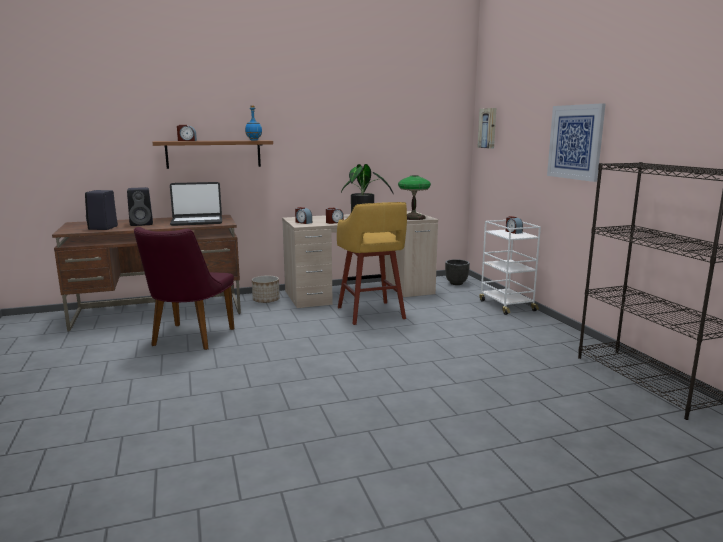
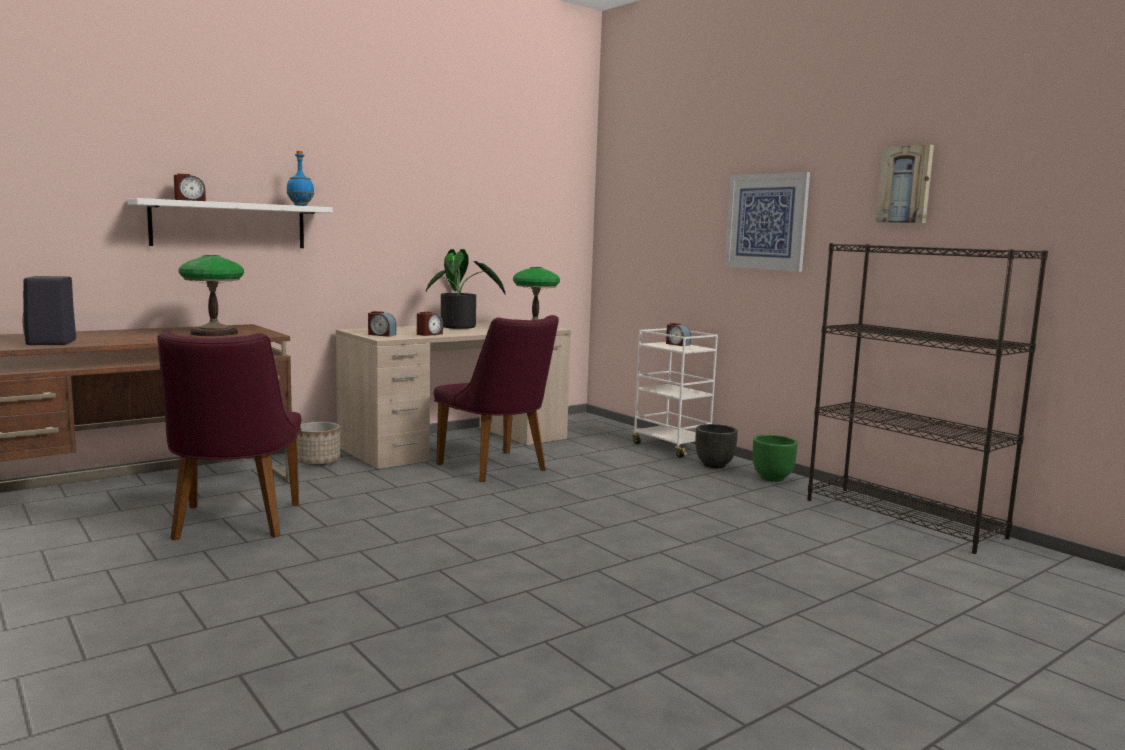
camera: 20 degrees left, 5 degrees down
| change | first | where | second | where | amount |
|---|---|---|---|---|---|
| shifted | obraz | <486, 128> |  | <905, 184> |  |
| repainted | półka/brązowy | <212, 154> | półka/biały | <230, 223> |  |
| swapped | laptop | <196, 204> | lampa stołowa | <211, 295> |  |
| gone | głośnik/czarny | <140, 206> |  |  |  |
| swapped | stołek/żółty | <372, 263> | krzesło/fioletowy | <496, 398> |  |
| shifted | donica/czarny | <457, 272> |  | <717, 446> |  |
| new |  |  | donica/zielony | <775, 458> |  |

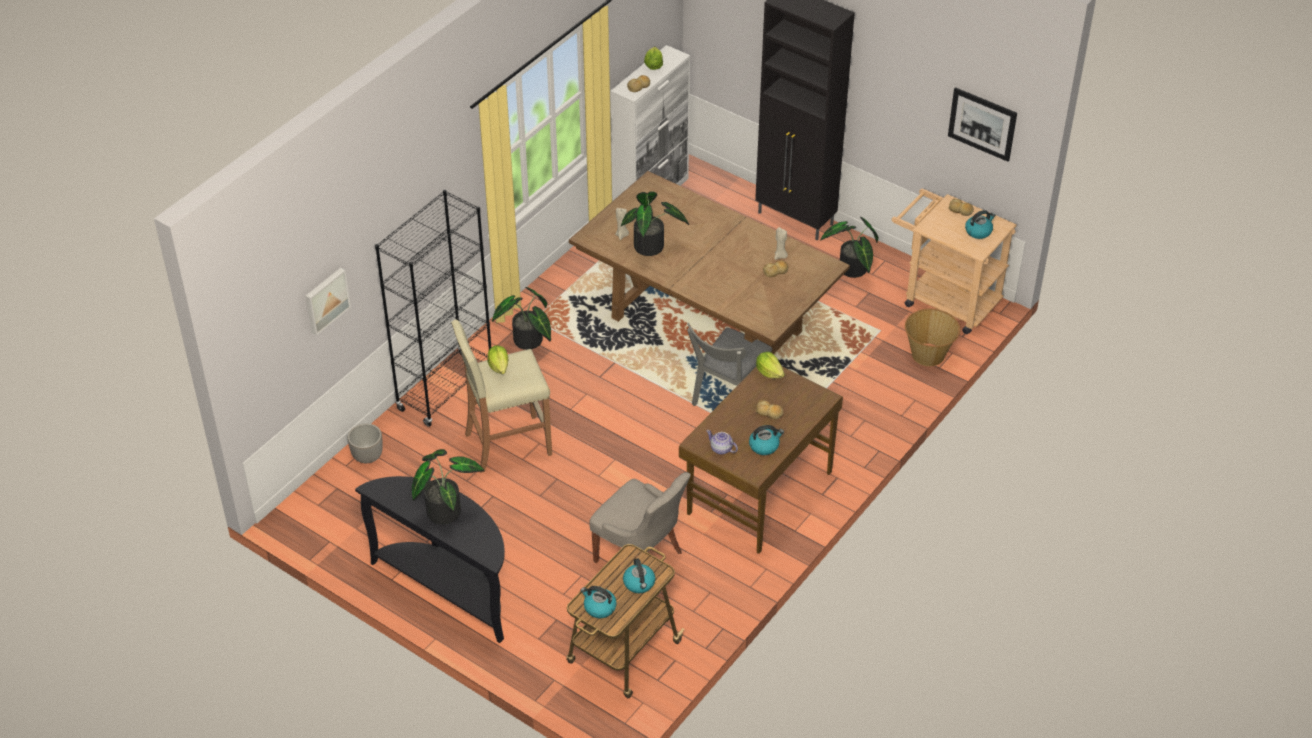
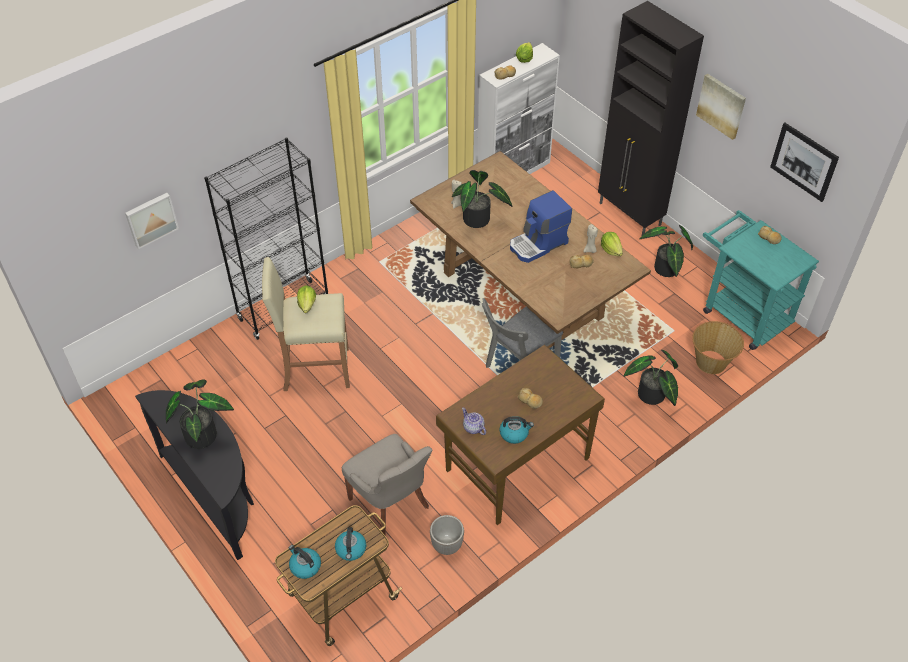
camera: 15 degrees right, 5 degrees up
| change | first | where | second | where | amount |
|---|---|---|---|---|---|
| repainted | wózek/beżowy | <954, 261> | wózek/turkusowy | <761, 280> |  |
| gone | czajnik | <980, 224> |  |  |  |
| shifted | roślina doniczkowa | <521, 318> |  | <650, 378> |  |
| shifted | sałata | <770, 365> |  | <612, 244> |  |
| shifted | donica | <365, 443> |  | <447, 535> |  |
| new |  |  | obraz | <721, 107> |  |
| new |  |  | ekspres do kawy | <541, 226> |  |

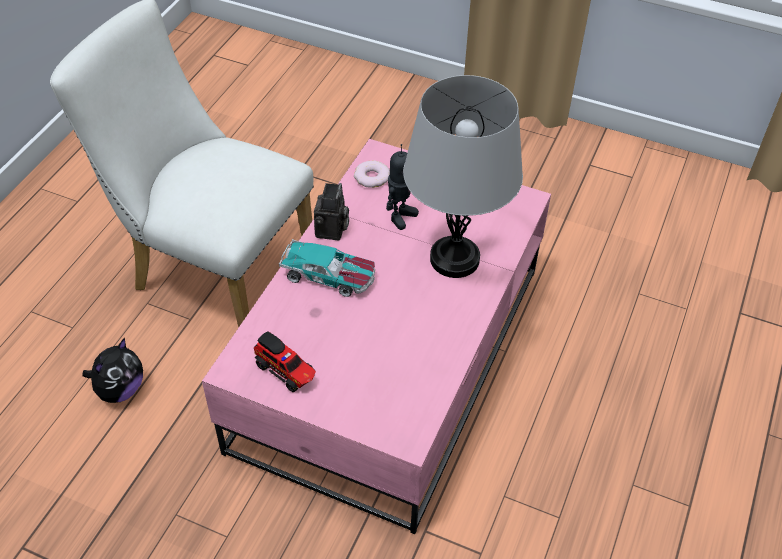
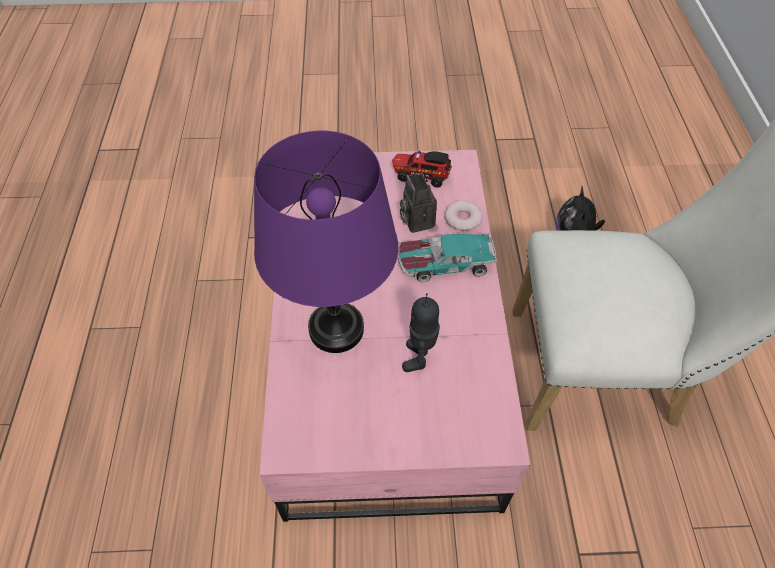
camera: 155 degrees right, 5 degrees up
| change | first | where | second | where | amount |
|---|---|---|---|---|---|
| repainted | lampa stołowa/szary | <463, 176> | lampa stołowa/fioletowy | <326, 242> |  |
| shifted | donut | <372, 174> |  | <463, 215> |  |
| shifted | aparat fotograficzny | <331, 211> |  | <418, 203> |  |

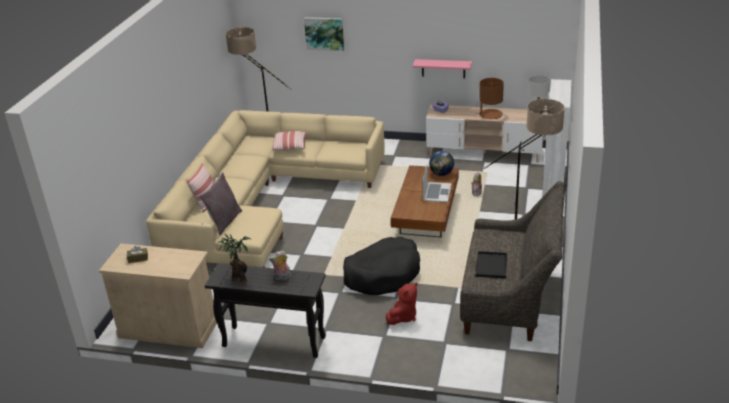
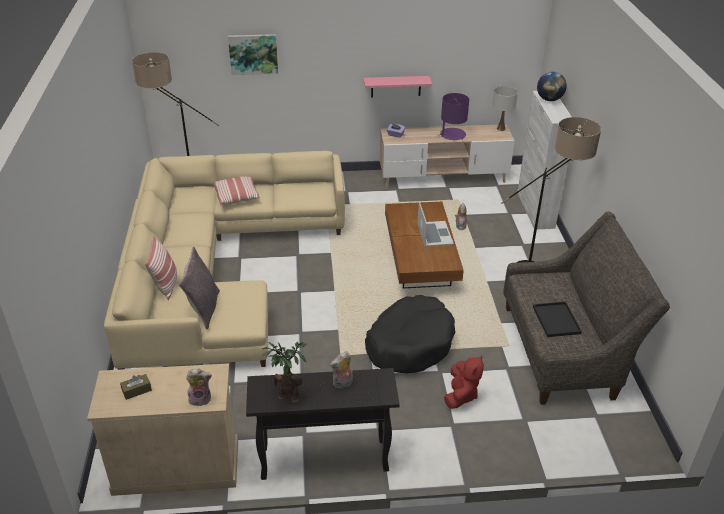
camera: 20 degrees left, 5 degrees up
| change | first | where | second | where | amount |
|---|---|---|---|---|---|
| repainted | lampa stołowa/brązowy | <490, 98> | lampa stołowa/fioletowy | <454, 116> |  |
| shifted | globus | <441, 163> |  | <552, 86> |  |
| new |  |  | pluszak | <199, 387> |  |

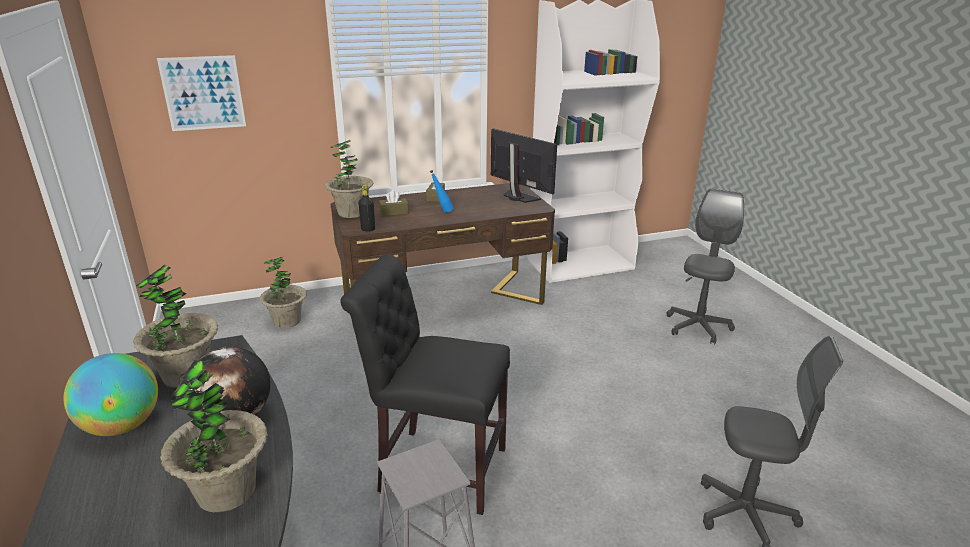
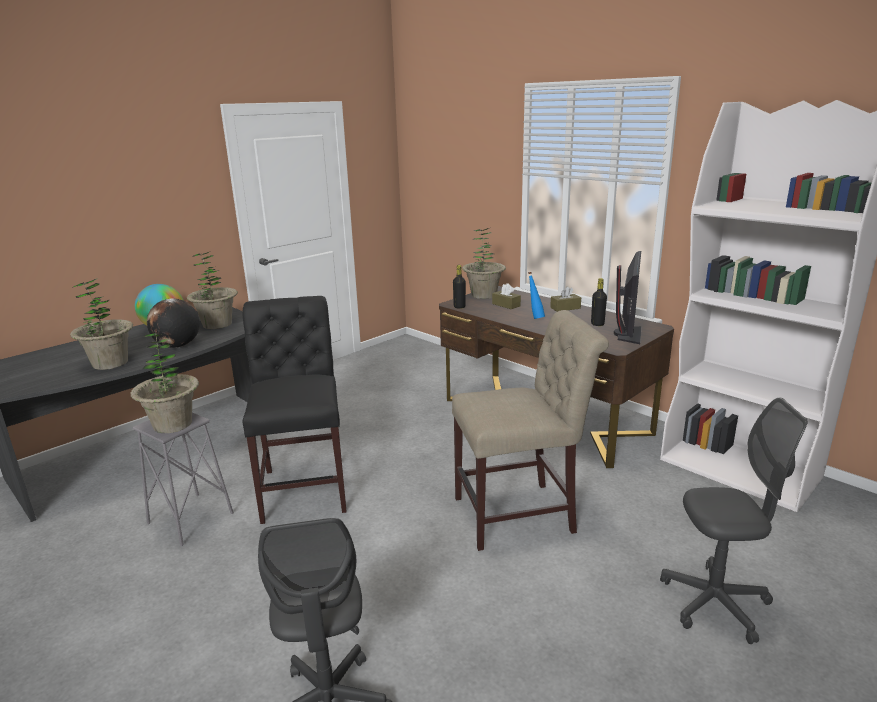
camera: 65 degrees right, 5 degrees down
| change | first | where | second | where | amount |
|---|---|---|---|---|---|
| gone | obraz | <201, 93> |  |  |  |
| shifted | roślina doniczkowa | <283, 292> |  | <165, 383> |  |
| new |  |  | butelka/czarny | <599, 302> |  |
| new |  |  | krzesło/beżowy | <530, 430> |  |

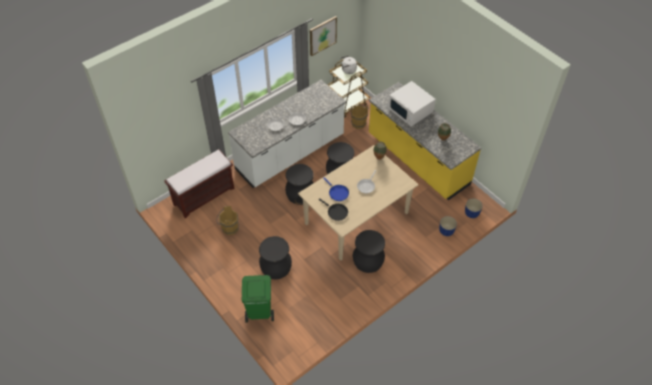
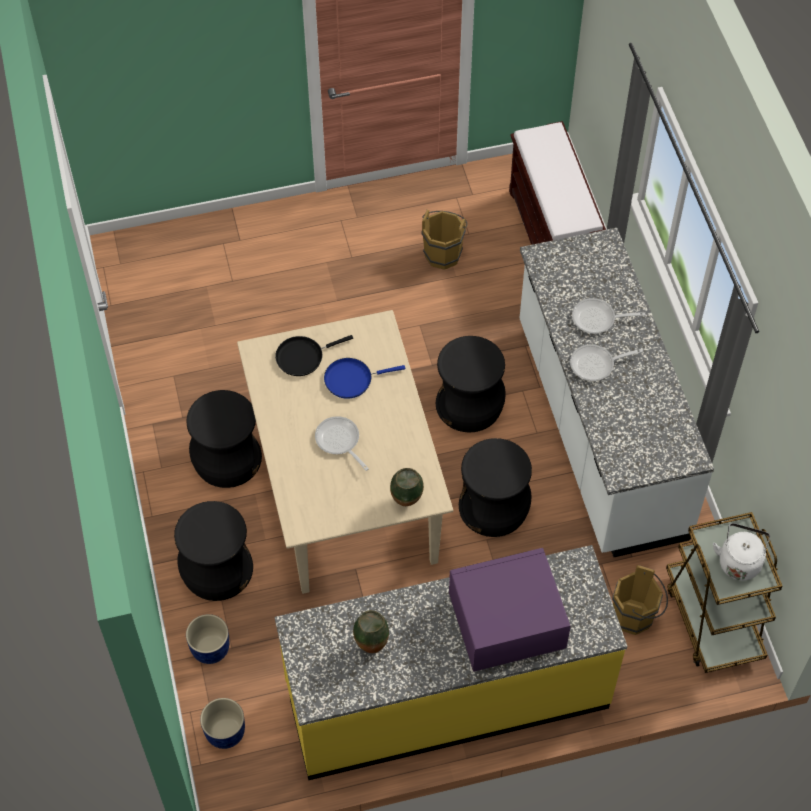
camera: 115 degrees right, 5 degrees up
| change | first | where | second | where | amount |
|---|---|---|---|---|---|
| gone | obraz | <323, 36> |  |  |  |
| repainted | mikrofalówka/biały | <412, 104> | mikrofalówka/fioletowy | <510, 609> |  |
| shifted | stołek/czarny | <275, 257> |  | <213, 551> |  |
| gone | kosz na śmieci/zielony | <258, 298> |  |  |  |

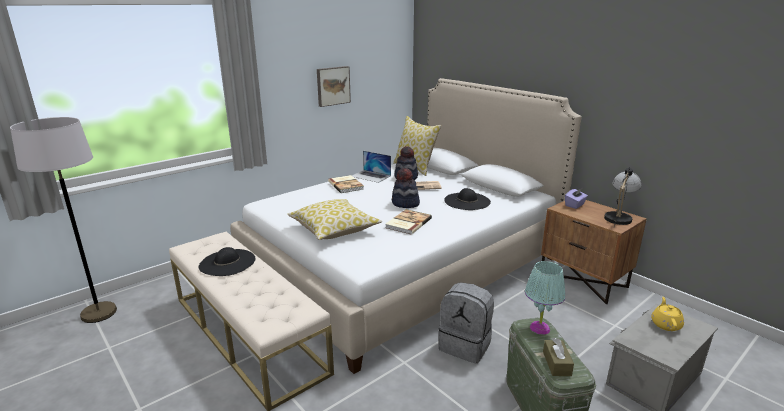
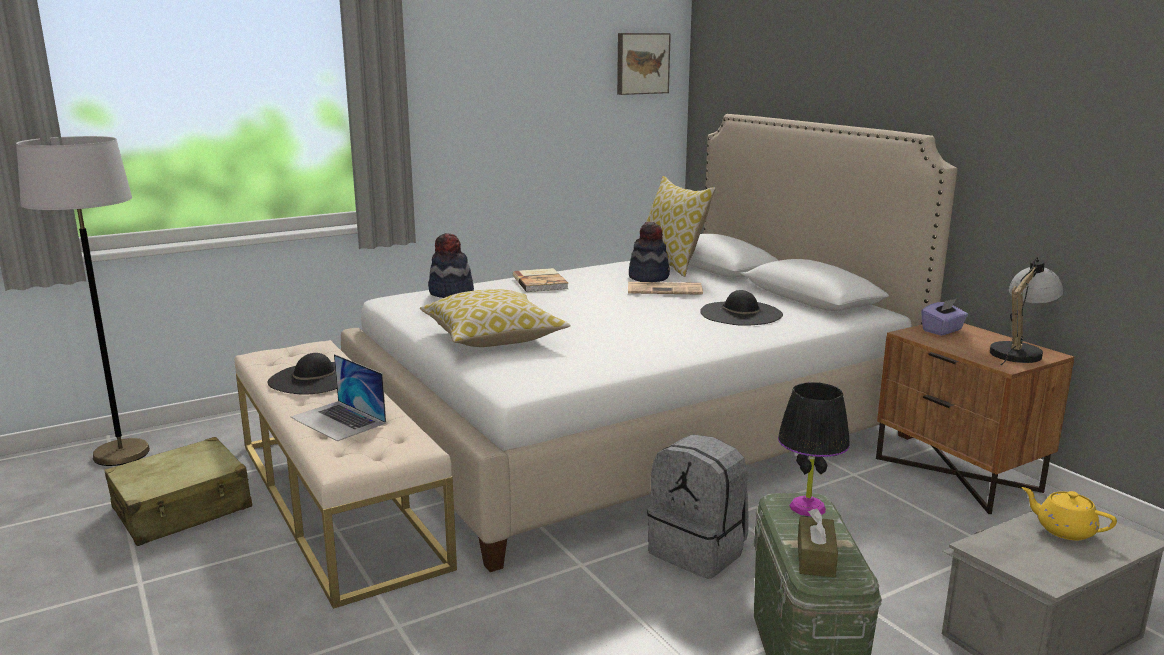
camera: 10 degrees right, 5 degrees down
| change | first | where | second | where | amount |
|---|---|---|---|---|---|
| shifted | obraz | <334, 86> |  | <644, 64> |  |
| shifted | laptop | <371, 167> |  | <338, 397> |  |
| shifted | kapelusz | <406, 188> |  | <451, 265> |  |
| gone | książka | <408, 222> |  |  |  |
| repainted | lampa stołowa/turkusowy | <545, 298> | lampa stołowa/czarny | <814, 449> |  |
| rotated | imbryk/żółty | <667, 314> |  | <1069, 513> | 75 degrees counterclockwise |
| new |  |  | walizka/beżowy | <178, 491> |  |

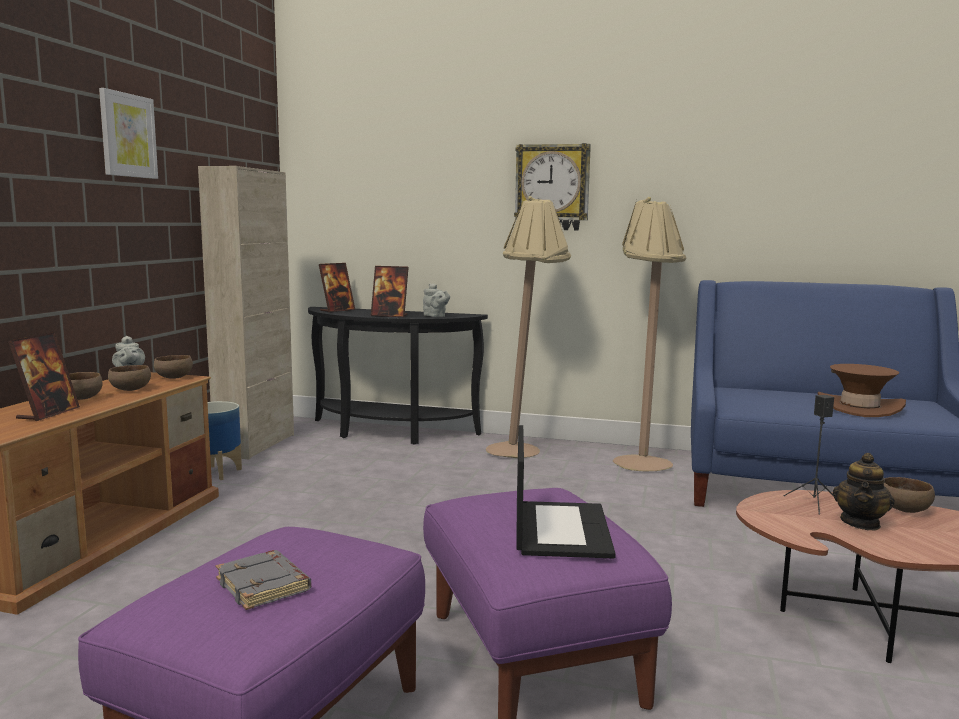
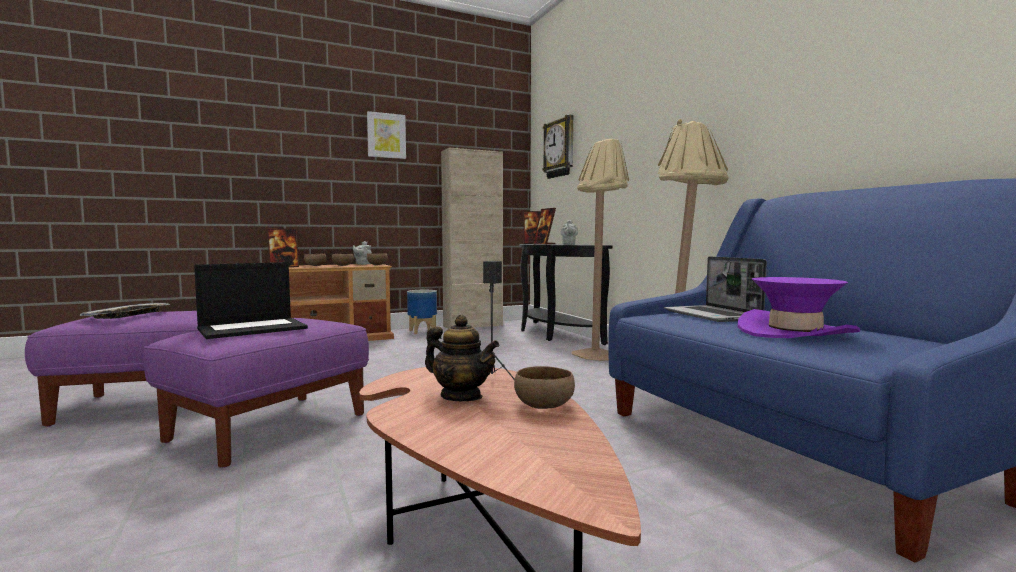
camera: 50 degrees right, 5 degrees down
| change | first | where | second | where | amount |
|---|---|---|---|---|---|
| shifted | zegar ścienny | <552, 186> |  | <558, 147> |  |
| repainted | kapelusz/brązowy | <862, 390> | kapelusz/fioletowy | <798, 307> |  |
| rotated | imbryk | <864, 492> |  | <462, 358> | 135 degrees counterclockwise |
| swapped | książka/szary | <263, 580> | taca | <125, 311> |  |
| new |  |  | laptop | <715, 289> |  |

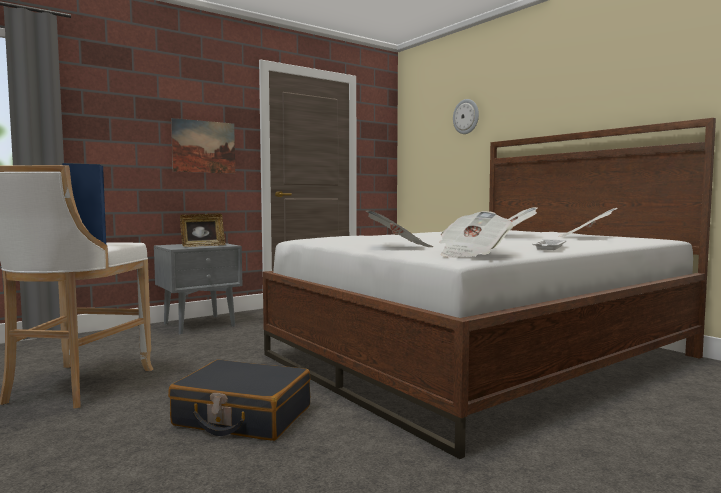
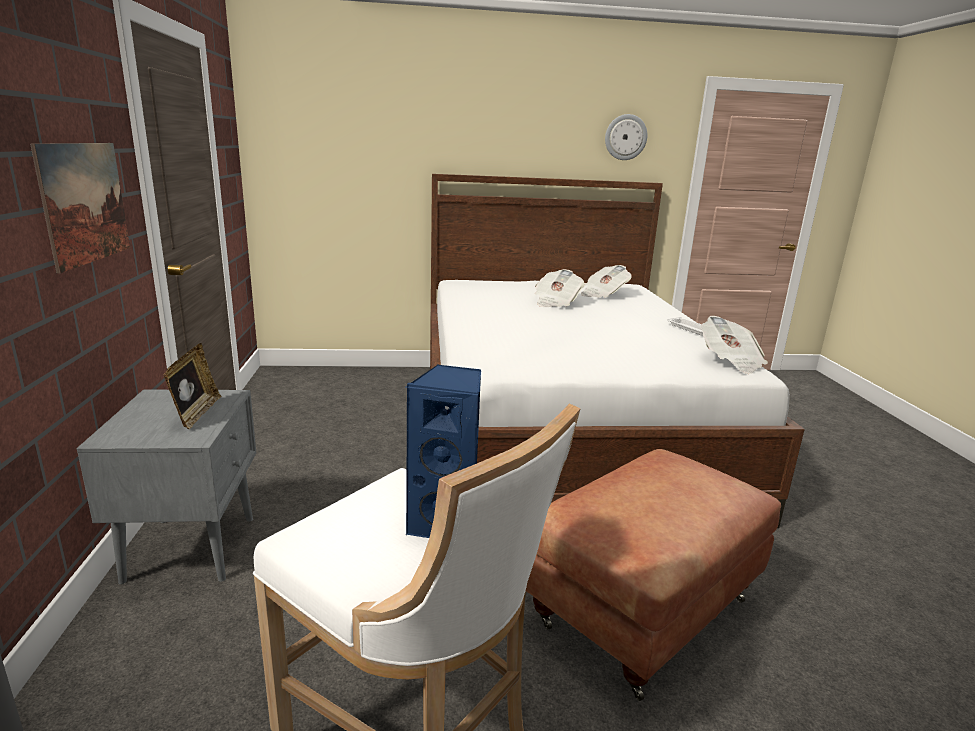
camera: 60 degrees left, 15 degrees up
| change | first | where | second | where | amount |
|---|---|---|---|---|---|
| shifted | zegar ścienny | <466, 116> |  | <626, 137> |  |
| gone | gazeta | <399, 228> |  |  |  |
| swapped | walizka/czarny | <239, 400> | pufa/brązowy | <653, 575> |  |

